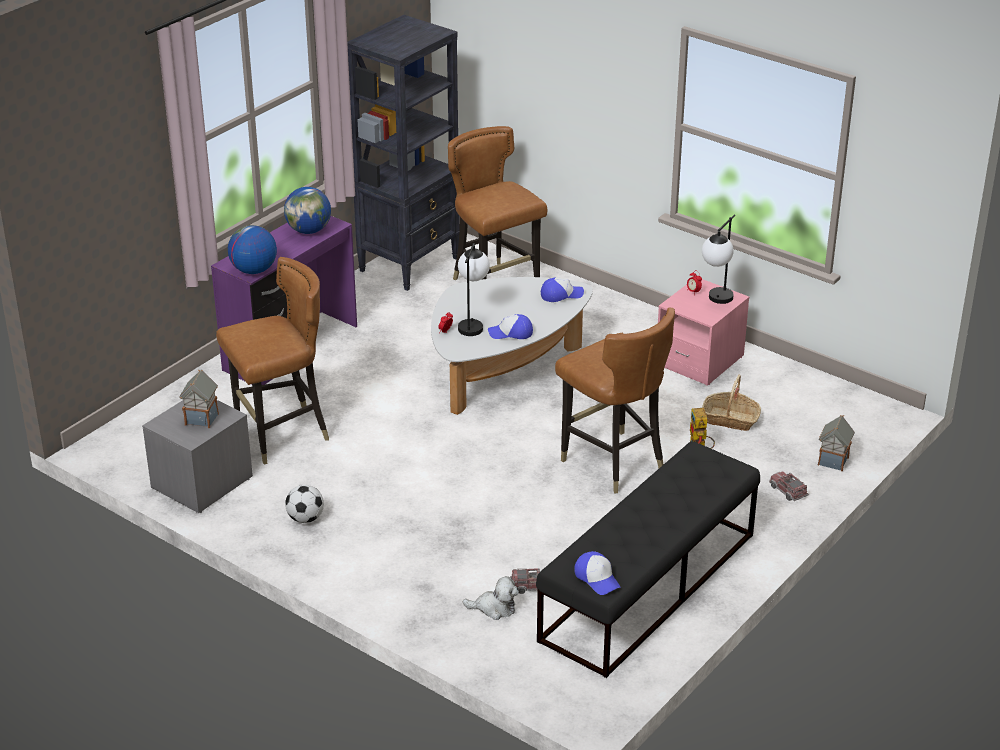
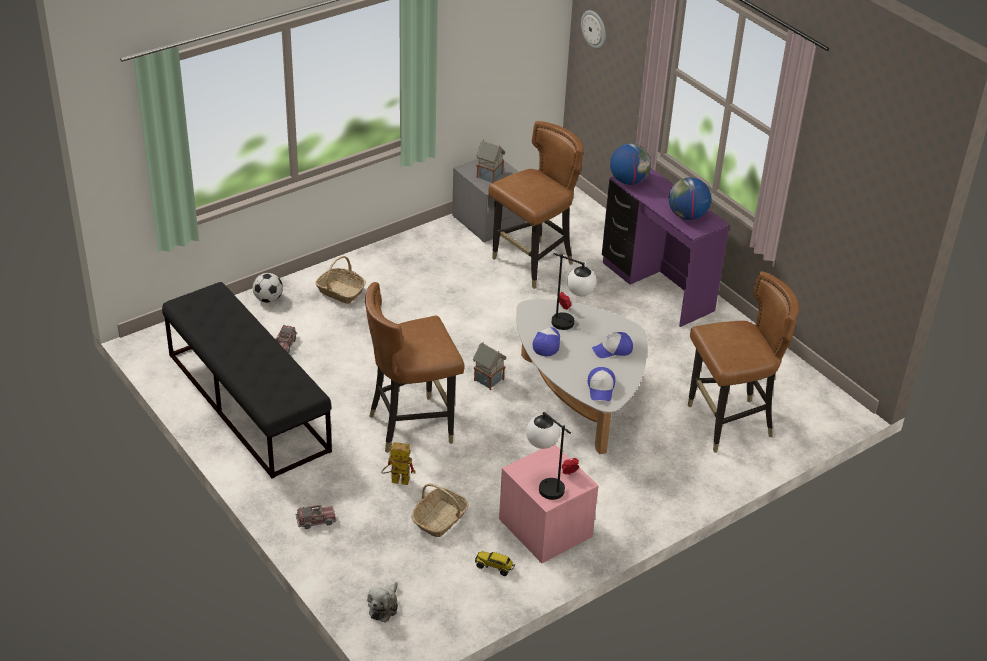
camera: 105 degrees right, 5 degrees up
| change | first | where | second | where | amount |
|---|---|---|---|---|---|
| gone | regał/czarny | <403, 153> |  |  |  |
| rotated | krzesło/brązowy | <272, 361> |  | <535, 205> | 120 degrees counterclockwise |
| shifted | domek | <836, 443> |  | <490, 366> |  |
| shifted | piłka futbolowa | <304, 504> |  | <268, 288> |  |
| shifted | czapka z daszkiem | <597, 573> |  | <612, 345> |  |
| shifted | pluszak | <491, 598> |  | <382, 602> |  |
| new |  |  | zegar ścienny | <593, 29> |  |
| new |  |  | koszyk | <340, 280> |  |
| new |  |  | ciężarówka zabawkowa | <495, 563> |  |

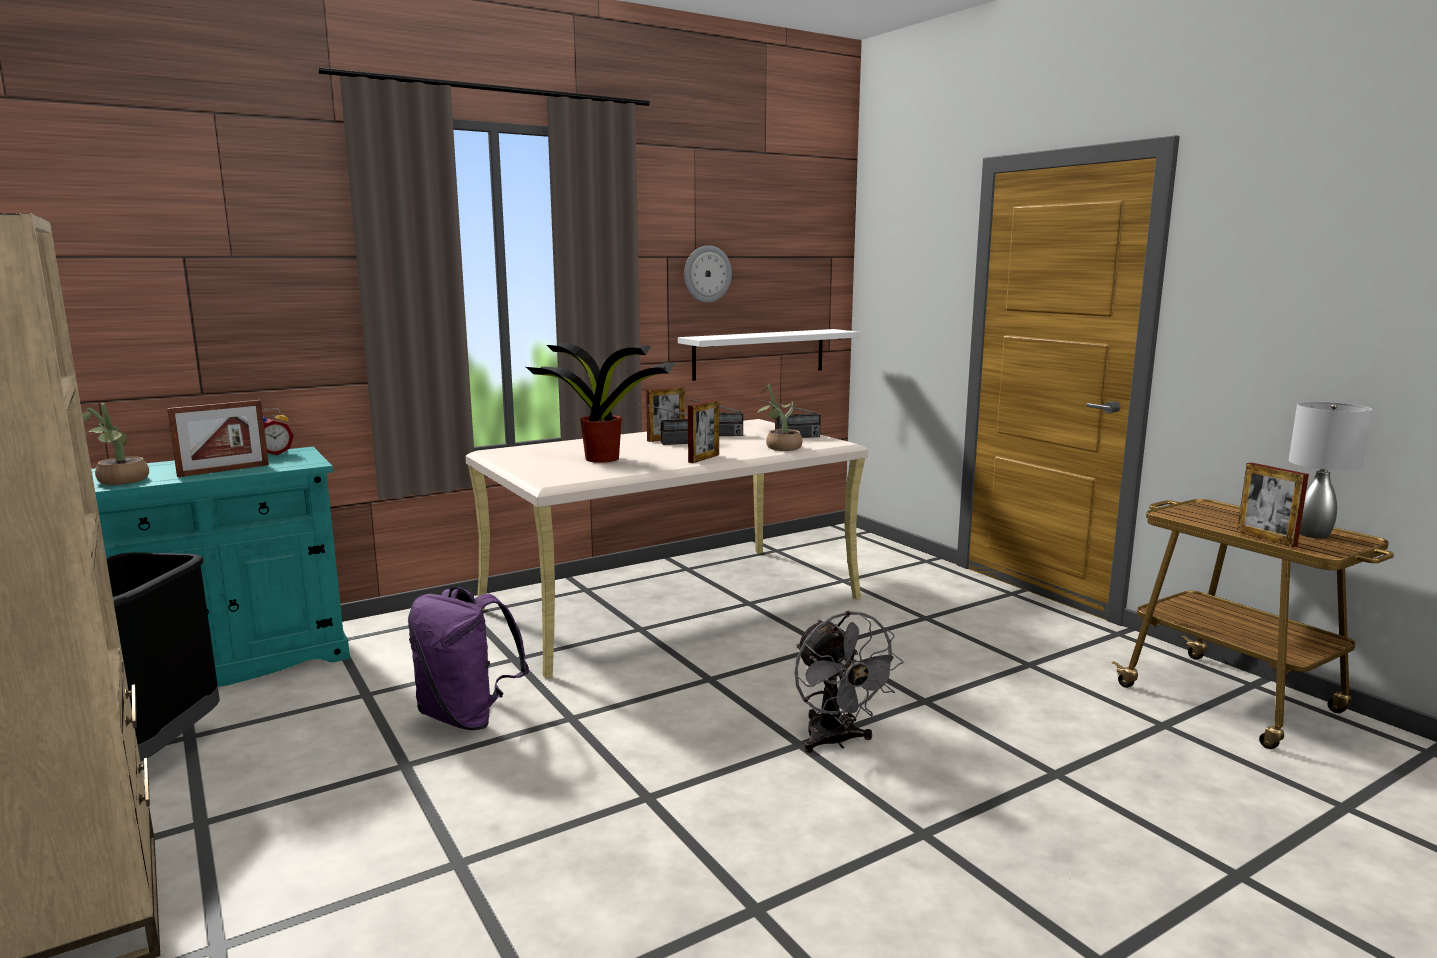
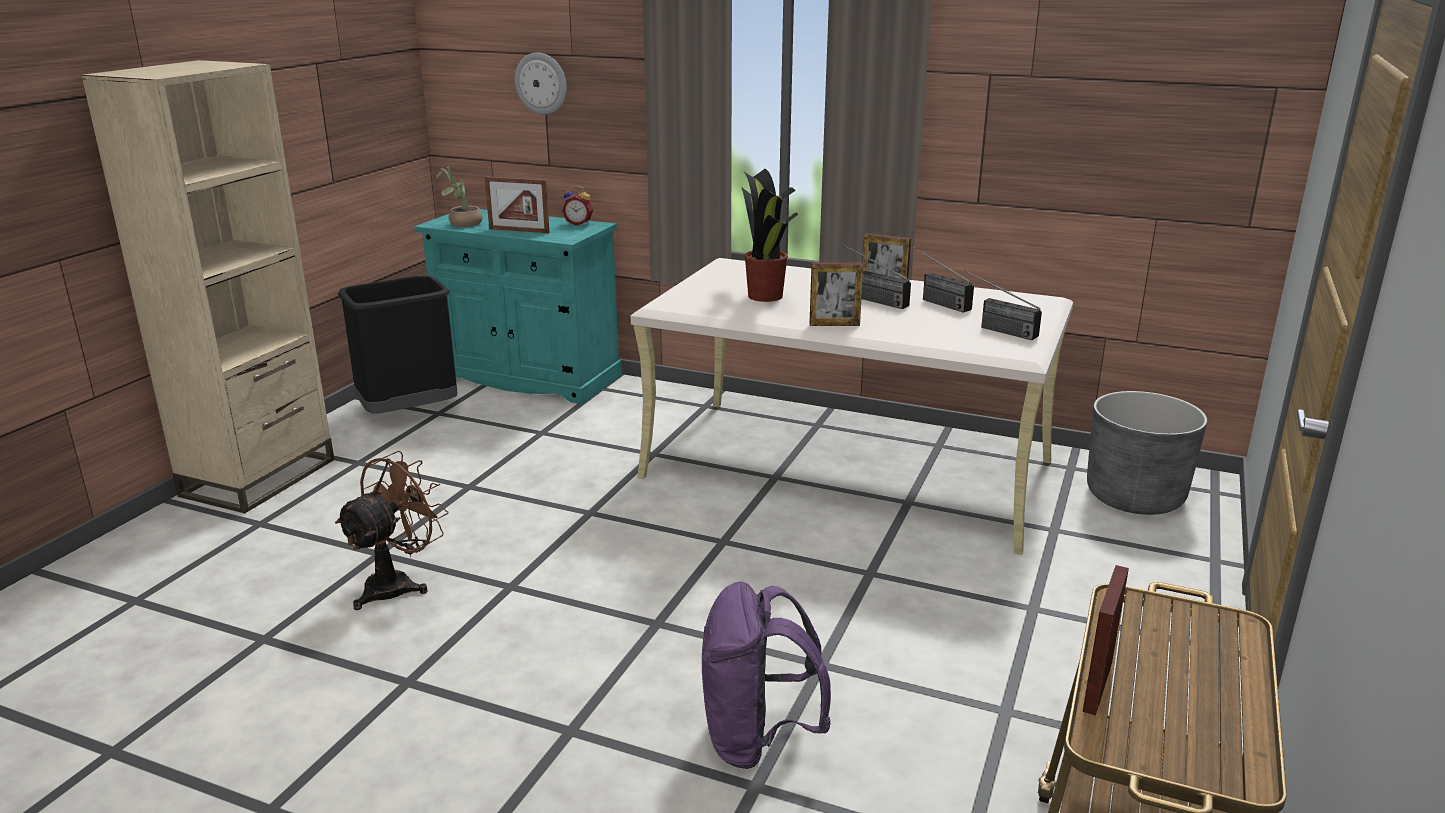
camera: 55 degrees right, 10 degrees up
| change | first | where | second | where | amount |
|---|---|---|---|---|---|
| shifted | zegar ścienny | <708, 274> |  | <541, 83> |  |
| gone | półka/biały | <769, 355> |  |  |  |
| gone | roślina doniczkowa | <779, 417> |  |  |  |
| gone | lampa stołowa/szary | <1330, 470> |  |  |  |
| shifted | plecak/fioletowy | <468, 658> |  | <766, 675> |  |
| gone | wentylator/szary | <849, 682> |  |  |  |
| new |  |  | donica/szary | <1147, 453> |  |
| new |  |  | wentylator/brązowy | <391, 530> |  |

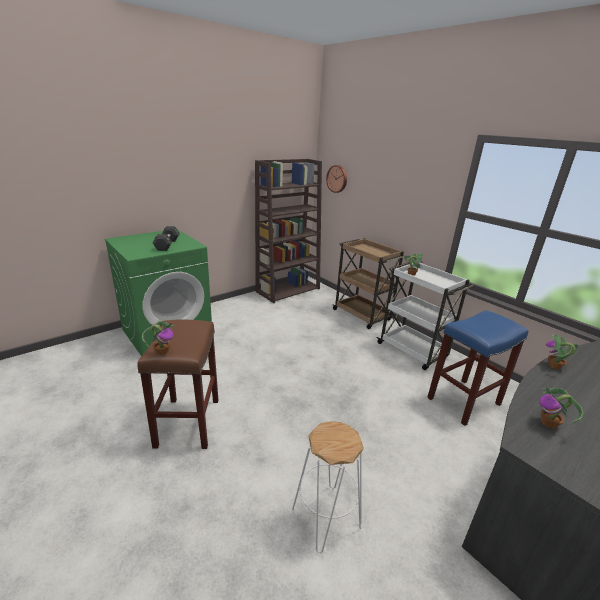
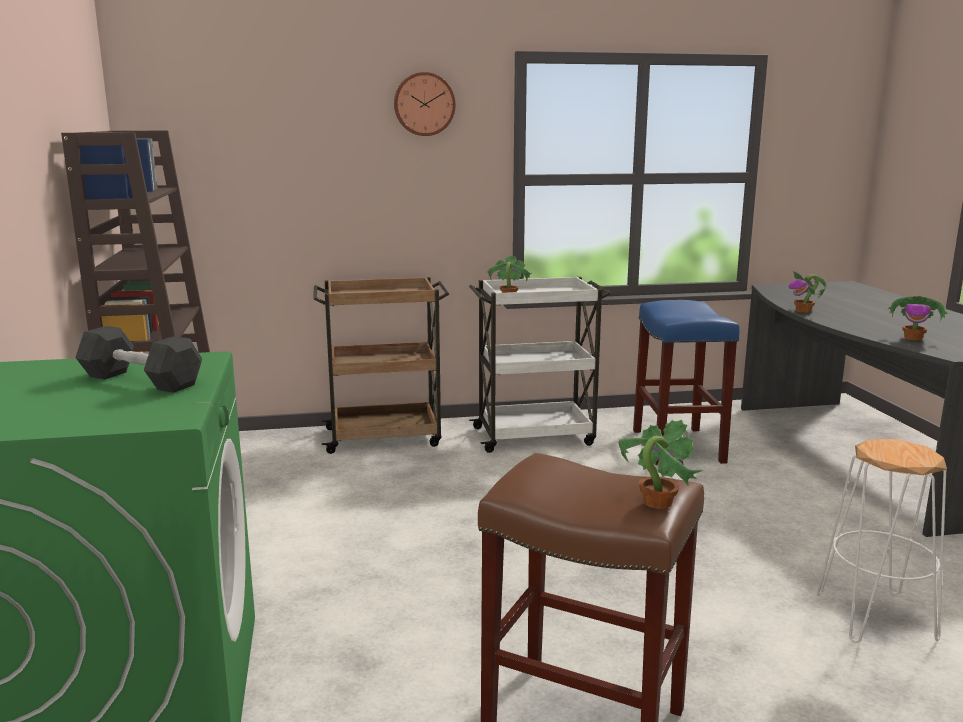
camera: 60 degrees left, 10 degrees down
| change | first | where | second | where | amount |
|---|---|---|---|---|---|
| shifted | zegar ścienny | <336, 179> |  | <424, 104> |  |

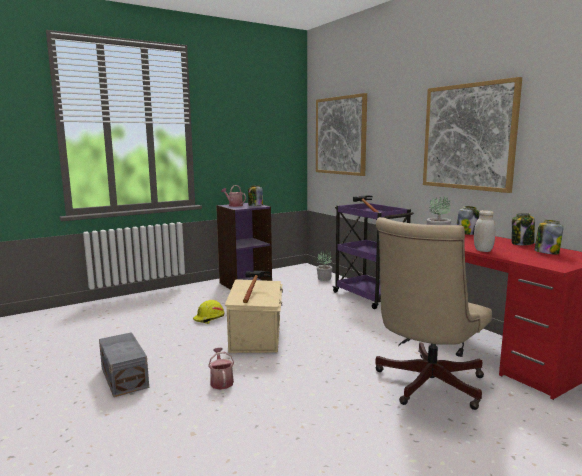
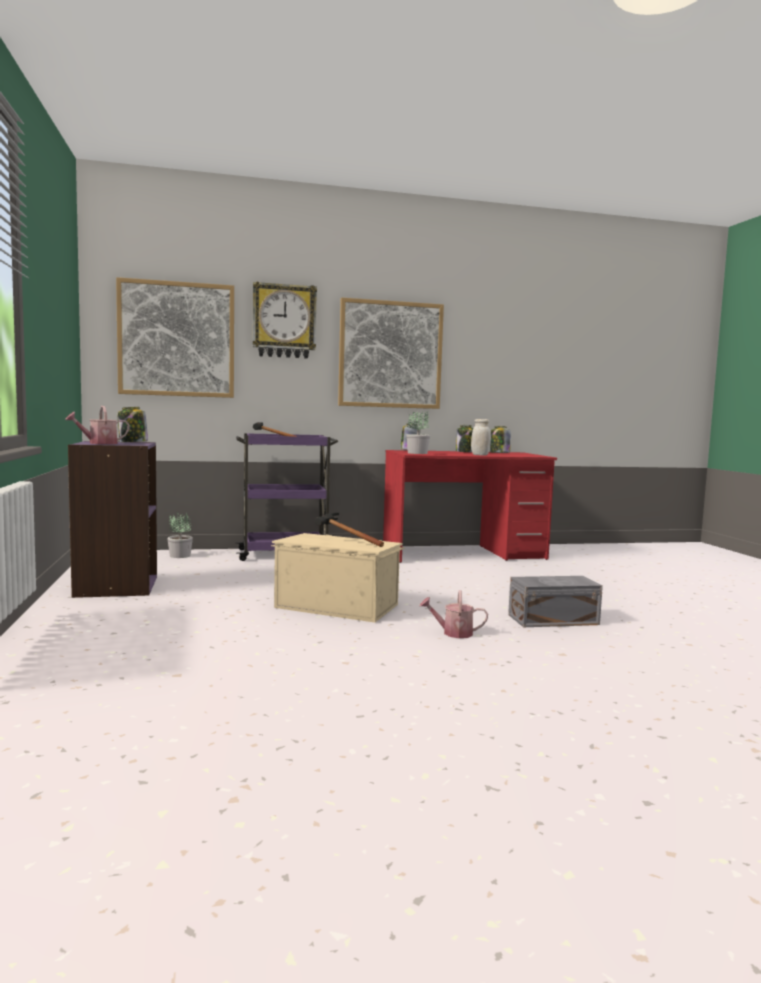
camera: 70 degrees left, 5 degrees down
| change | first | where | second | where | amount |
|---|---|---|---|---|---|
| gone | krzesło biurowe/beżowy | <433, 313> |  |  |  |
| gone | kask/żółty | <209, 312> |  |  |  |
| shifted | pojemnik do przechowywania/szary | <124, 364> |  | <555, 601> |  |
| new |  |  | zegar ścienny | <285, 320> |  |

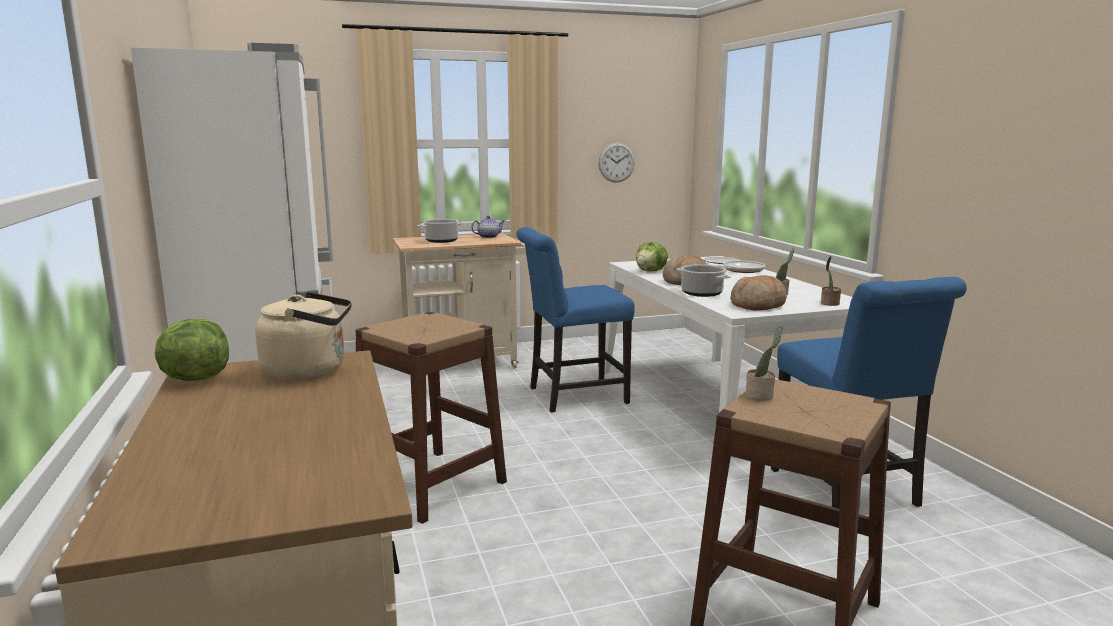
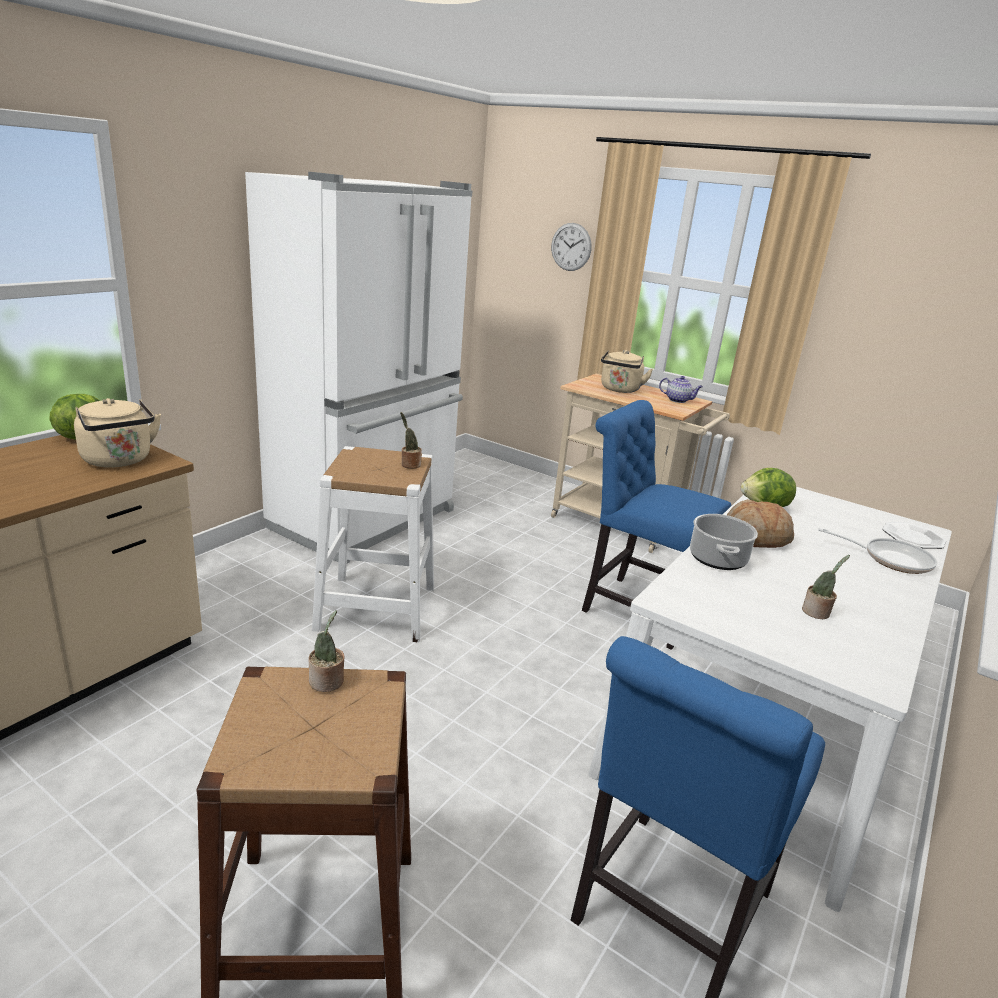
camera: 50 degrees right, 10 degrees up
| change | first | where | second | where | amount |
|---|---|---|---|---|---|
| shifted | zegar ścienny | <616, 163> |  | <571, 247> |  |
| swapped | garnek | <441, 231> | czajnik/beżowy | <627, 371> |  |
| shifted | roślina doniczkowa | <831, 281> |  | <411, 440> |  |
| gone | chleb | <758, 293> |  |  |  |
| repainted | stołek/brązowy | <431, 418> | stołek/biały | <373, 544> |  |

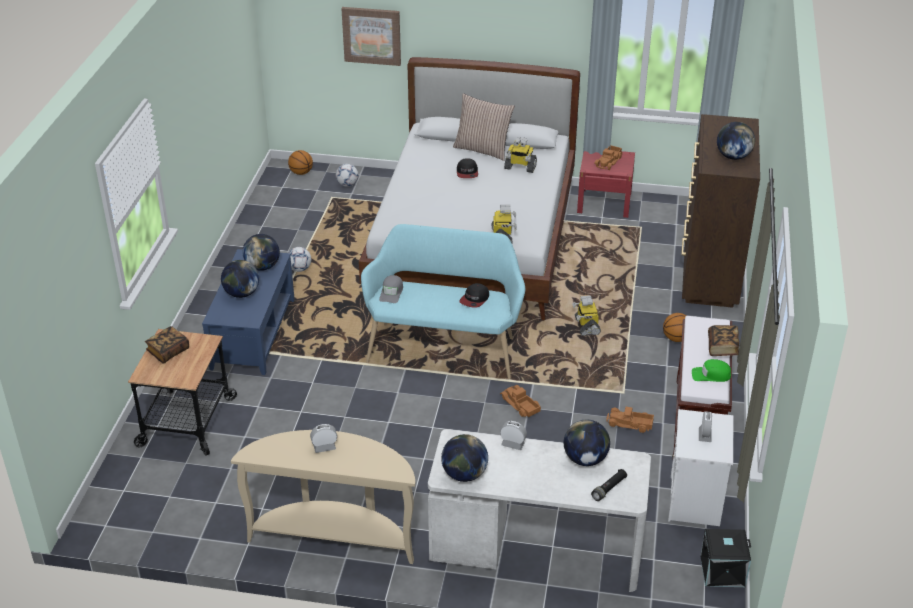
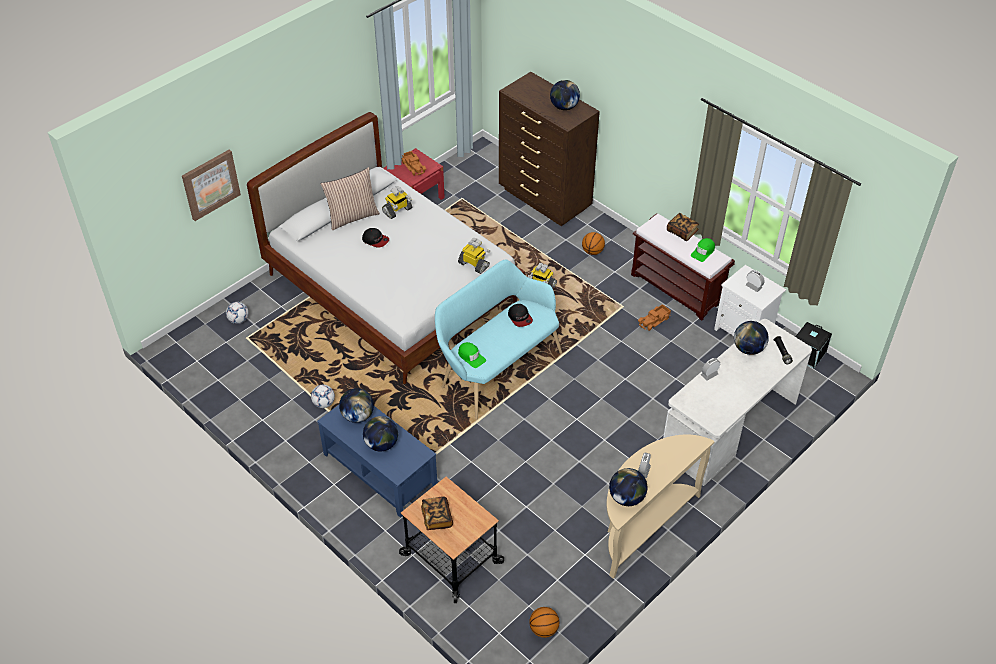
camera: 55 degrees left, 10 degrees up
| change | first | where | second | where | amount |
|---|---|---|---|---|---|
| shifted | piłka do koszykówki | <300, 162> |  | <544, 622> |  |
| repainted | czapka z daszkiem/szary | <391, 289> | czapka z daszkiem/zielony | <472, 355> |  |
| gone | ciężarówka zabawkowa | <520, 401> |  |  |  |
| shifted | globus | <464, 458> |  | <628, 487> |  |

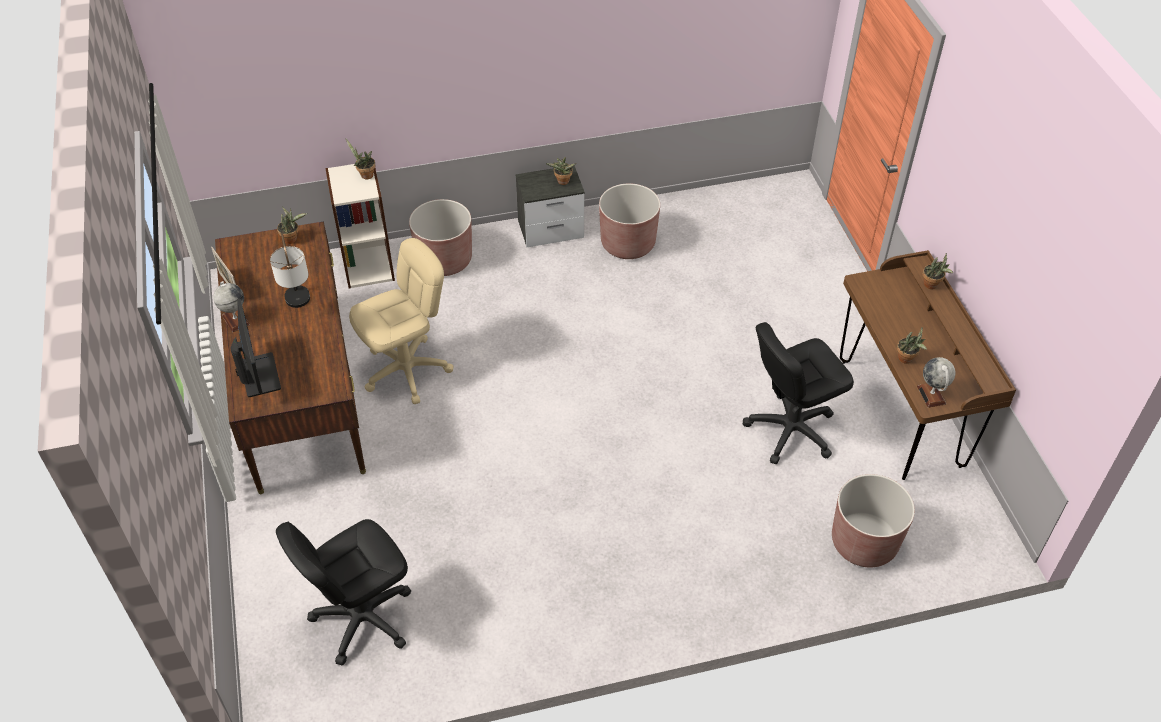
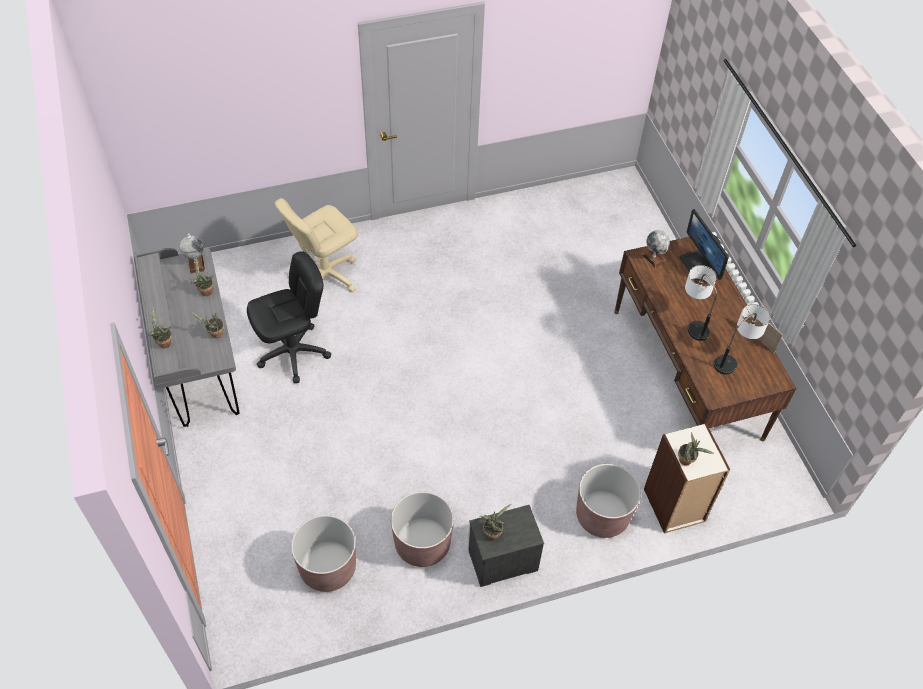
camera: 175 degrees right, 5 degrees up
| change | first | where | second | where | amount |
|---|---|---|---|---|---|
| shifted | roślina doniczkowa | <292, 225> |  | <207, 325> |  |
| shifted | krzesło biurowe/beżowy | <401, 321> |  | <316, 245> |  |
| repainted | biurko/brązowy | <928, 365> | biurko/szary | <187, 337> |  |
| shifted | globus | <231, 306> |  | <656, 249> |  |
| shifted | donica/brązowy | <873, 520> |  | <323, 553> |  |
| gone | krzesło biurowe/czarny | <343, 592> |  |  |  |
| new |  |  | lampa stołowa | <742, 339> |  |

